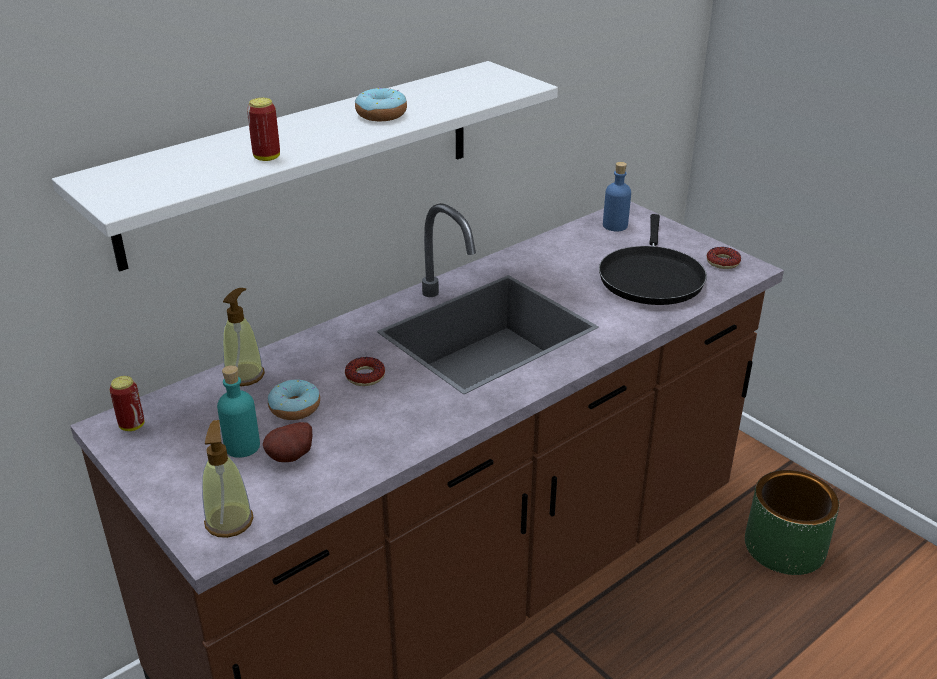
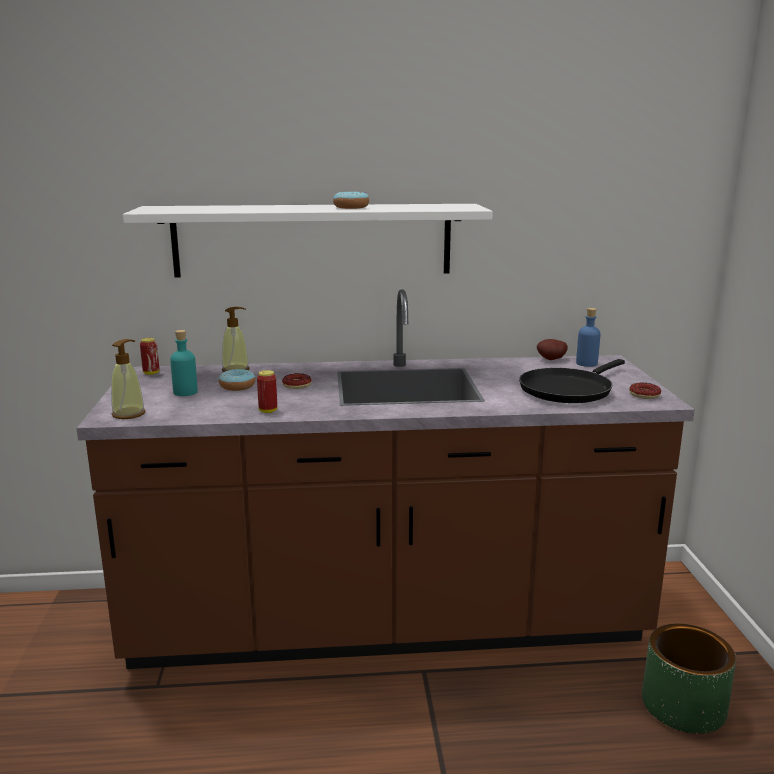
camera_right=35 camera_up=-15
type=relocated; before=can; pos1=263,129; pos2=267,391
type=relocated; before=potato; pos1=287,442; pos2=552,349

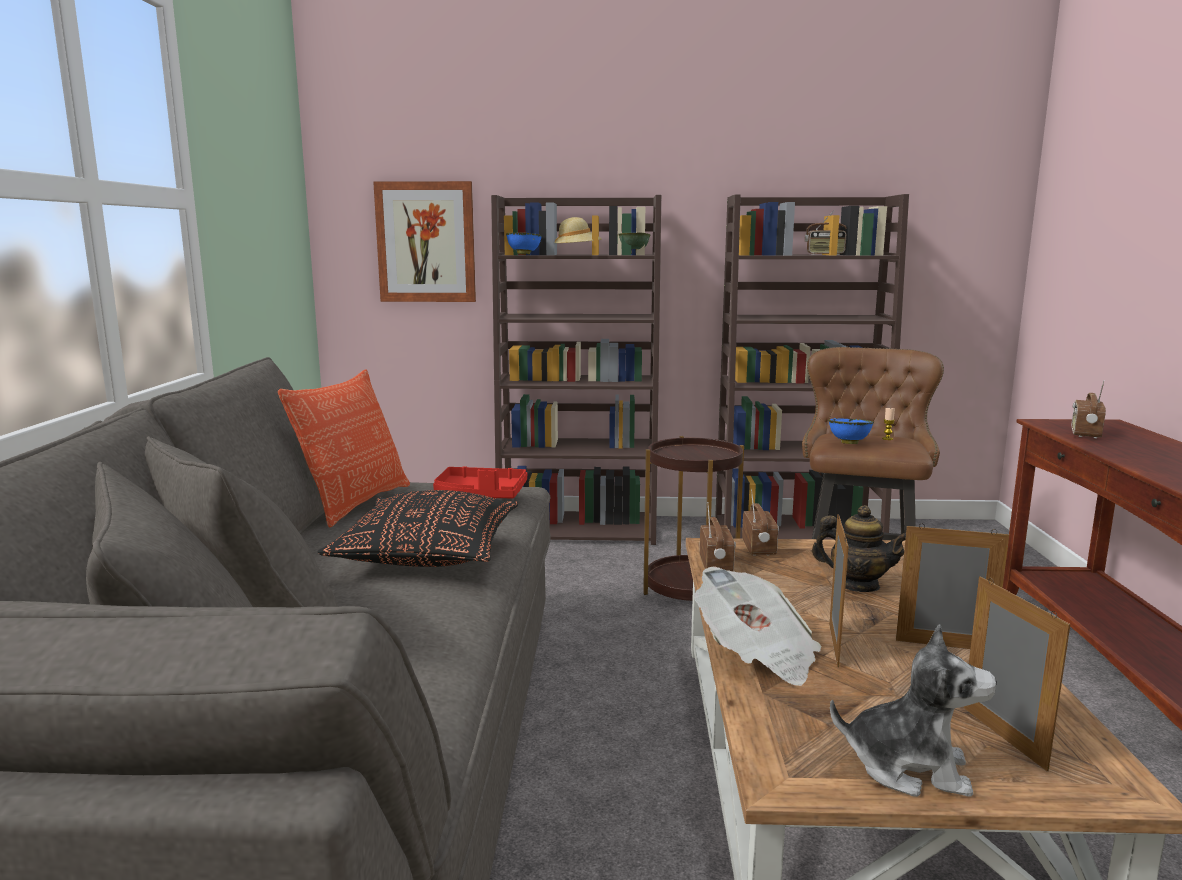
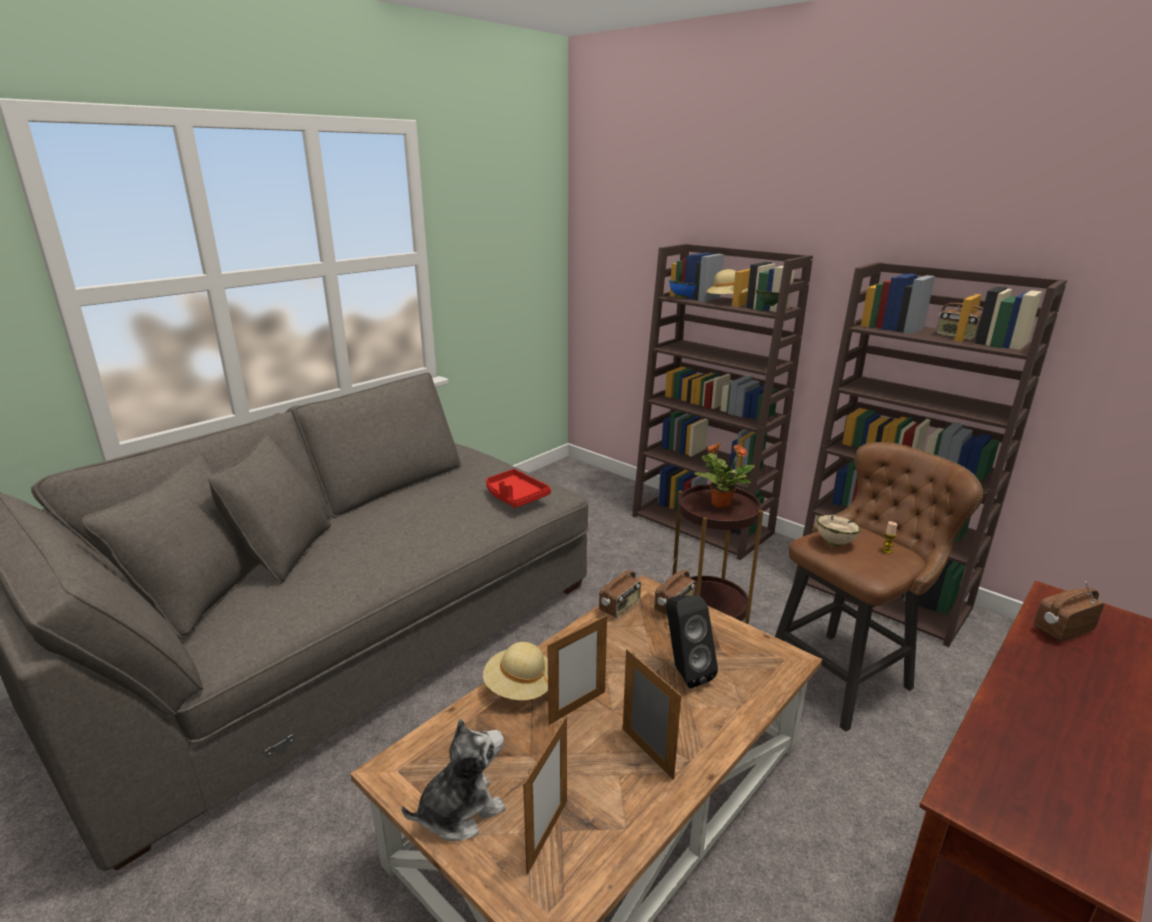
camera_right=40 camera_up=10
type=spun; before=plush toy; pos1=913,710; pos2=454,779; turn=-90
type=exchanged; before=newspaper; after=hat (beige); pos1=758,626; pos2=515,671
type=exchanged; before=teapot; after=speaker (black); pos1=859,548; pos2=692,641
type=appeared; after=potted plant; pos2=724,475
type=colour; before=bowl (blue); after=bowl (beige); pos1=851,431; pos2=839,531
type=missing; before=pillow (orange); pos1=344,448
type=missing; before=pillow (black); pos1=418,528
type=missing; before=picture; pos1=424,241

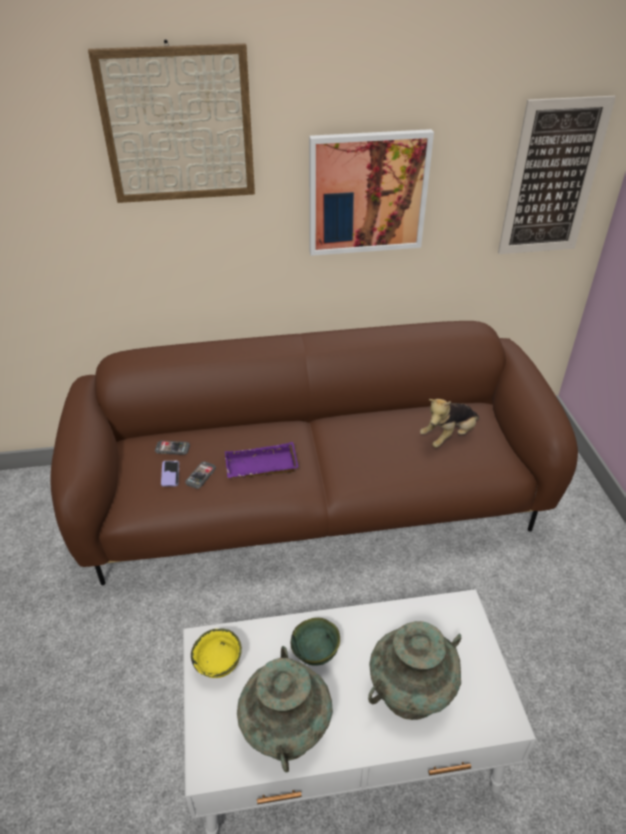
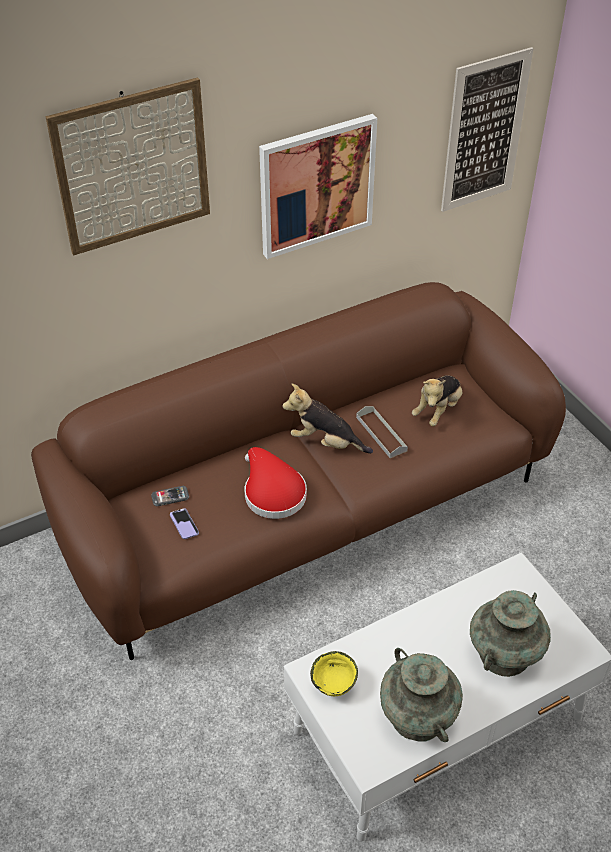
camera_right=-20 camera_up=5
type=exchanged; before=tray (purple); after=hat (red); pos1=262,460; pos2=276,483
type=appeared; after=plush toy; pos2=327,418
type=appeared; after=tray (grey); pos2=382,432
type=missing; before=phone; pos1=200,475
type=missing; before=bowl (green); pos1=315,642

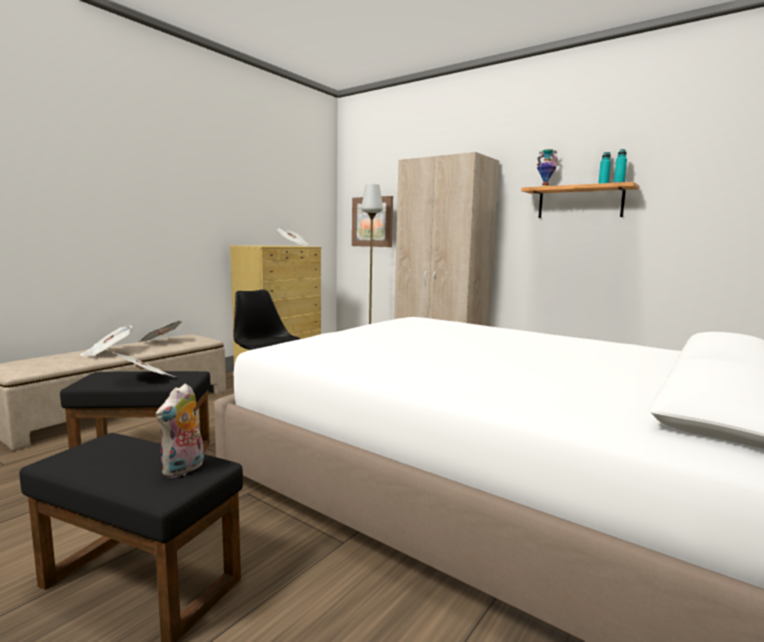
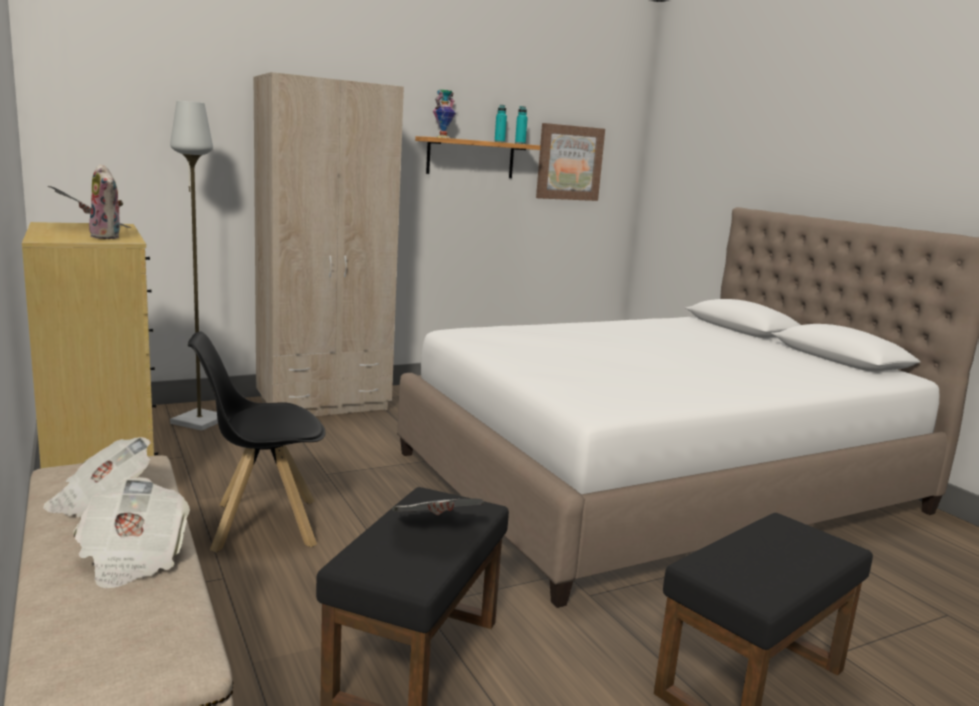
camera_right=-65 camera_up=5
type=relocated; before=plush toy; pos1=180,431; pos2=106,201
type=relocated; before=picture; pos1=372,221; pos2=570,162

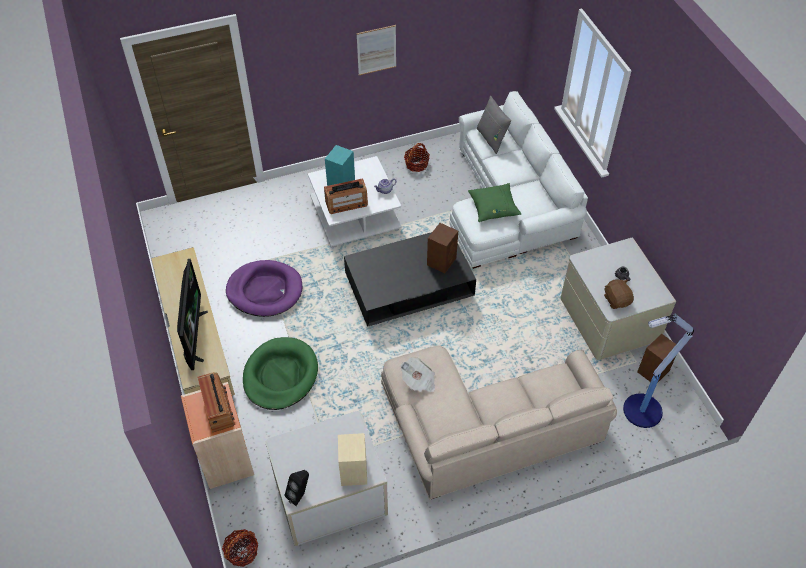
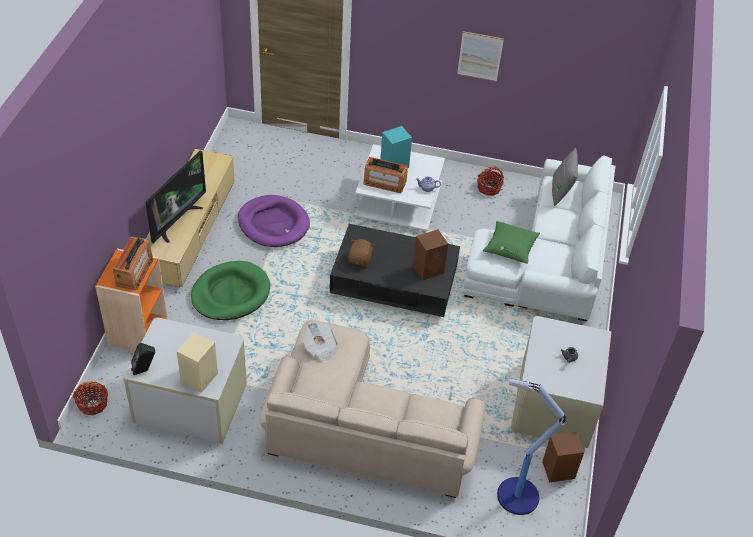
camera_right=30 camera_up=-5
type=relocated; before=plush toy (brown); pos1=619,294; pos2=361,253

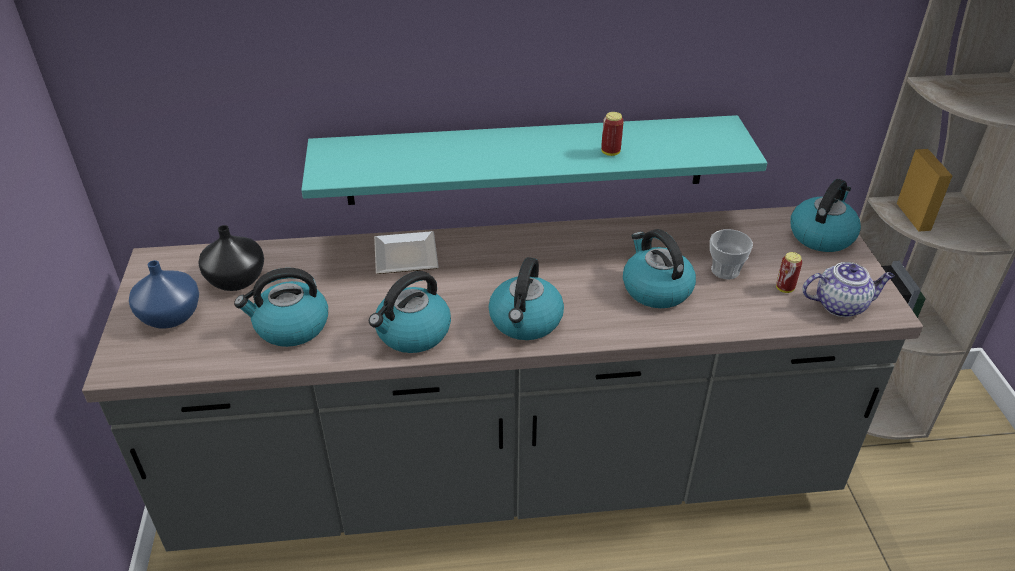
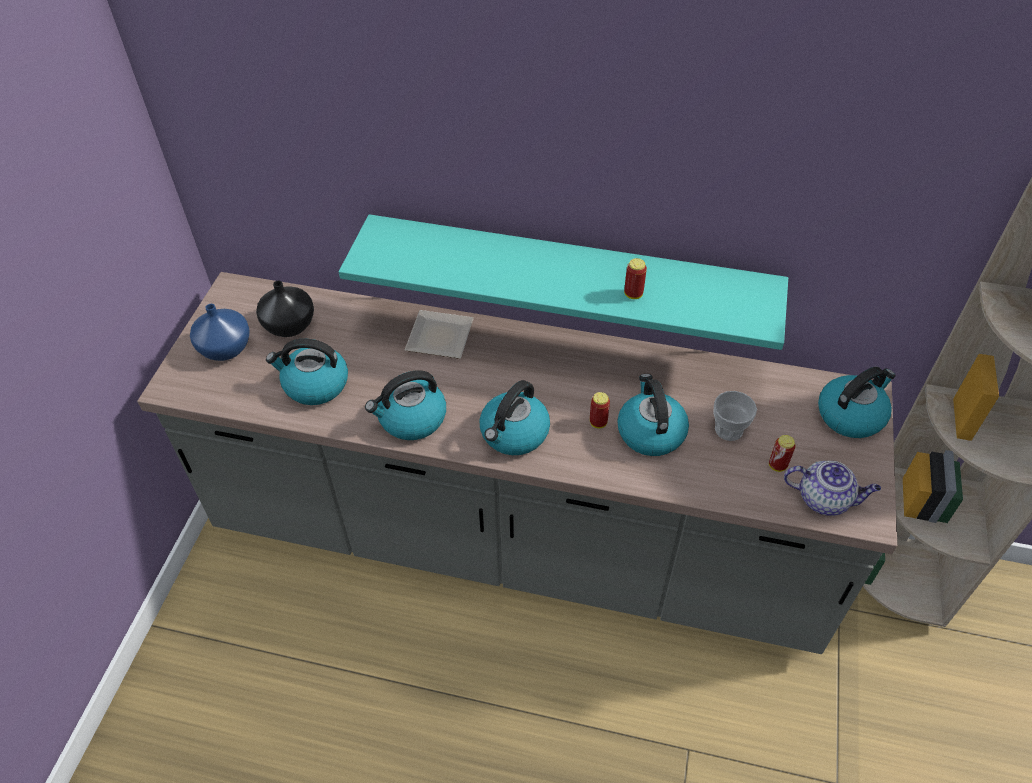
camera_right=20 camera_up=10
type=appeared; after=can; pos2=600,410

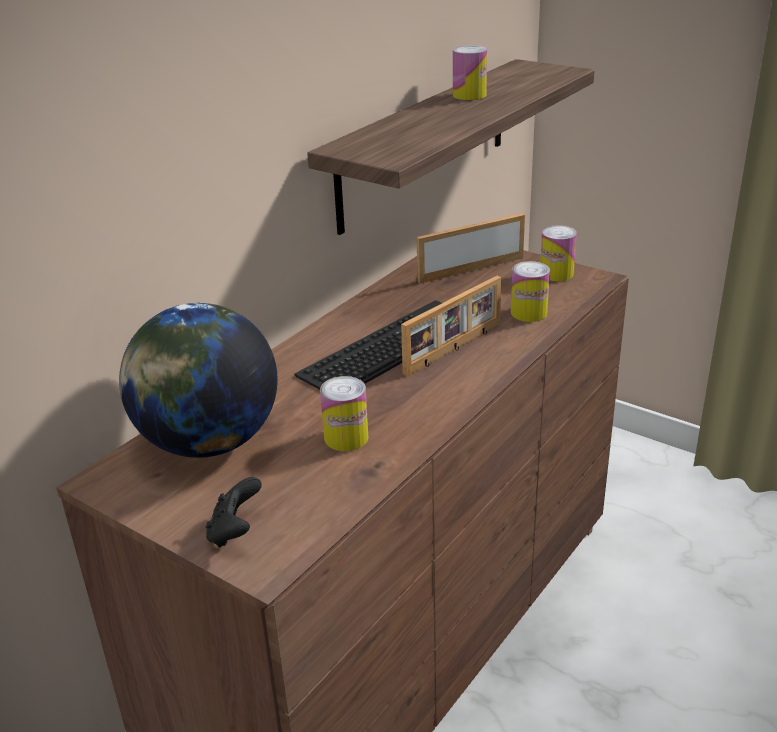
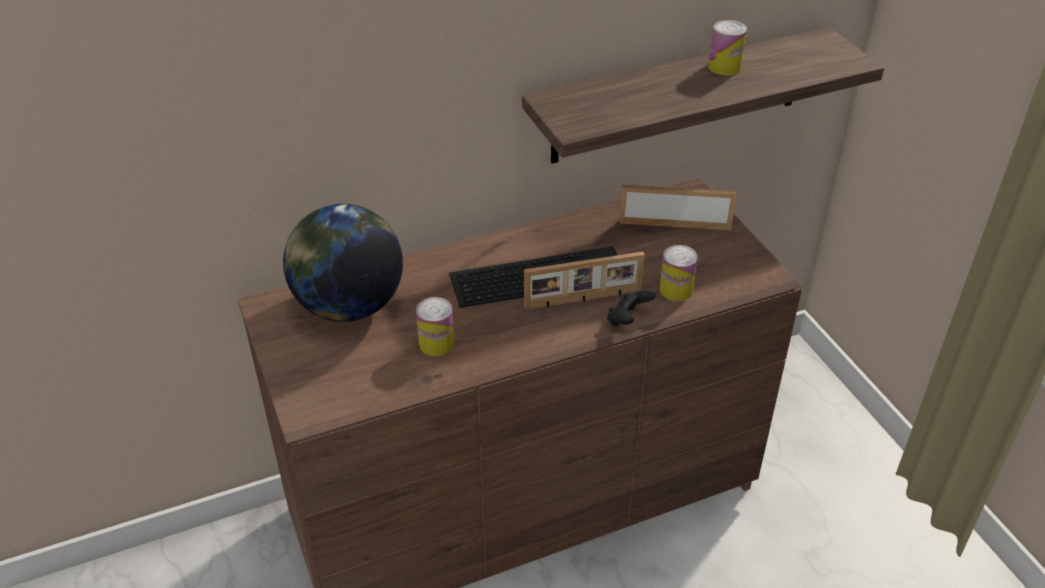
camera_right=30 camera_up=10
type=relocated; before=game controller (black); pos1=234,512; pos2=631,307
type=missing; before=can; pos1=558,253

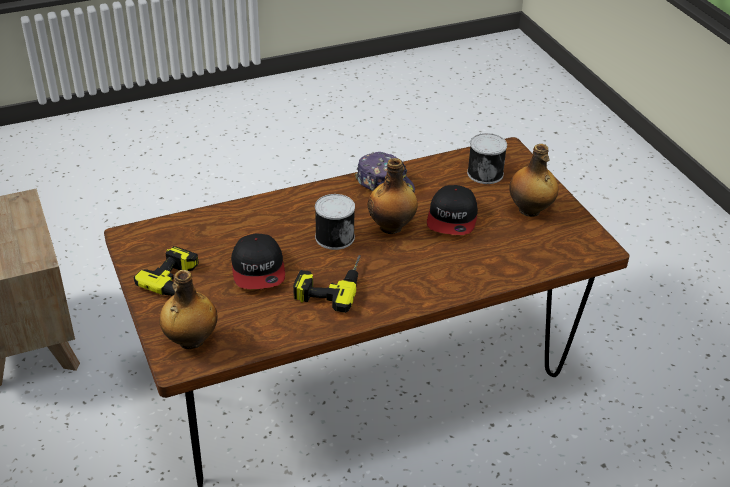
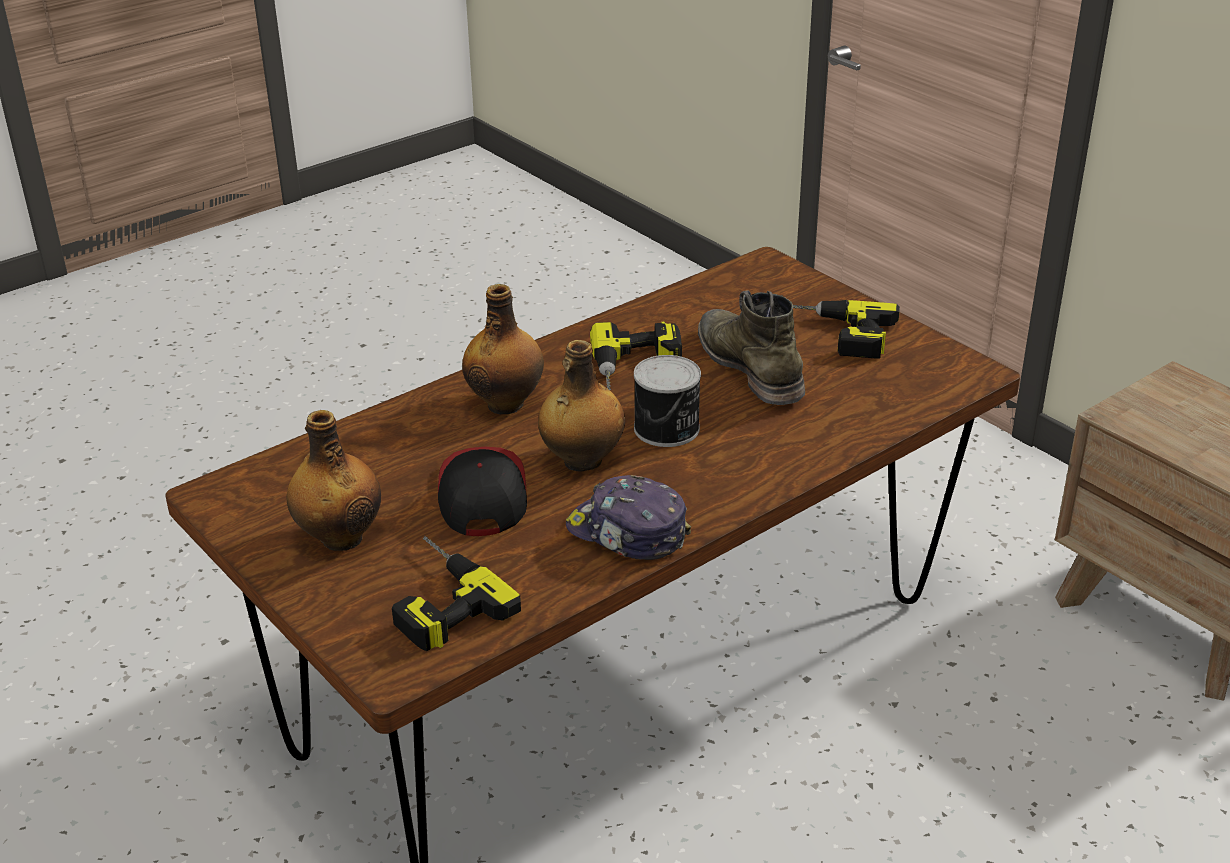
camera_right=165 camera_up=-5
type=exchanged; before=can; after=power drill; pos1=487,158; pos2=456,593
type=relocated; before=bottle; pos1=189,309; pos2=503,349
type=exchanged; before=cap; after=boot (green); pos1=258,261; pos2=751,347

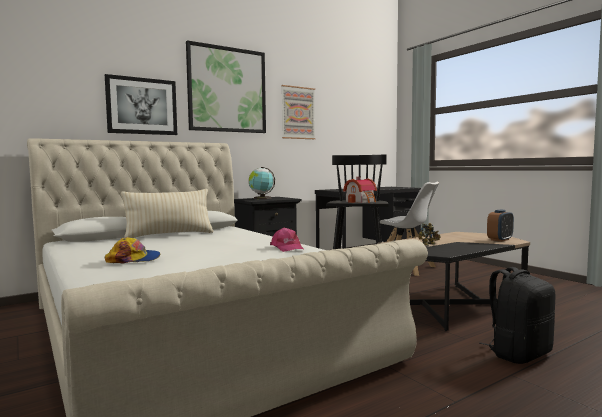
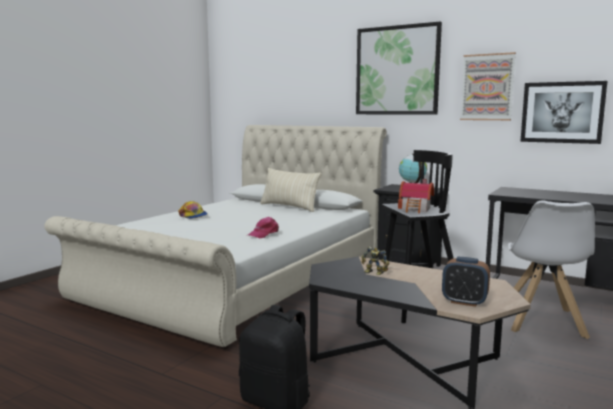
camera_right=65 camera_up=5
type=relocated; before=picture; pos1=141,104; pos2=563,112

